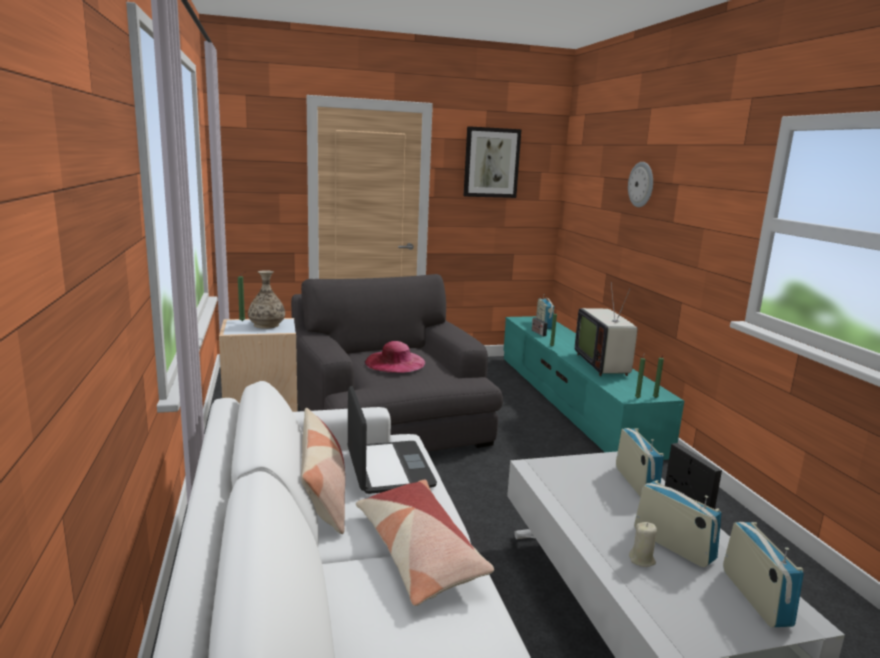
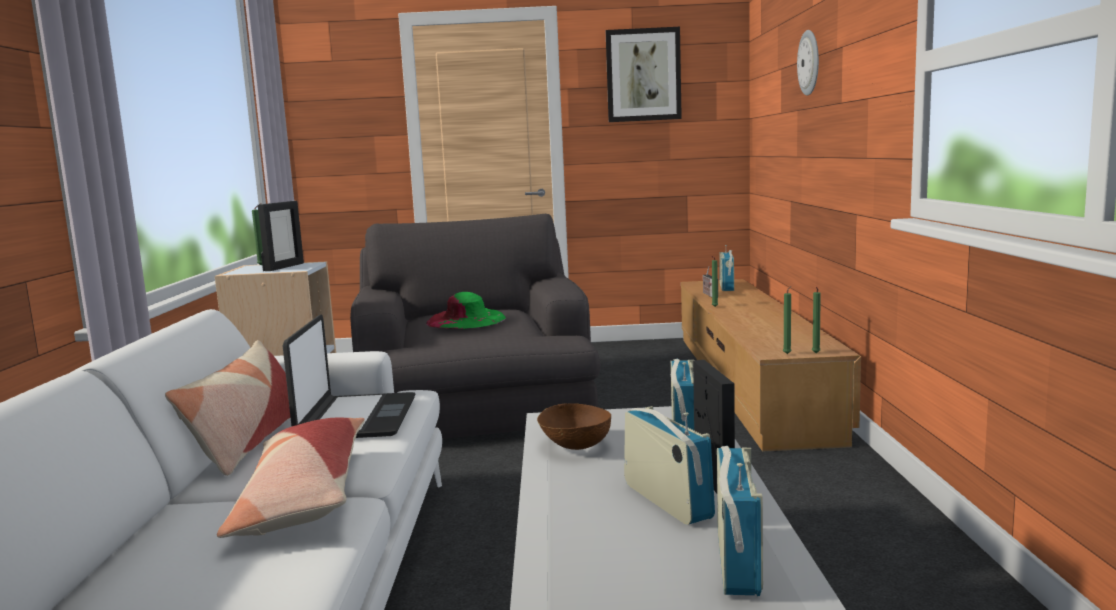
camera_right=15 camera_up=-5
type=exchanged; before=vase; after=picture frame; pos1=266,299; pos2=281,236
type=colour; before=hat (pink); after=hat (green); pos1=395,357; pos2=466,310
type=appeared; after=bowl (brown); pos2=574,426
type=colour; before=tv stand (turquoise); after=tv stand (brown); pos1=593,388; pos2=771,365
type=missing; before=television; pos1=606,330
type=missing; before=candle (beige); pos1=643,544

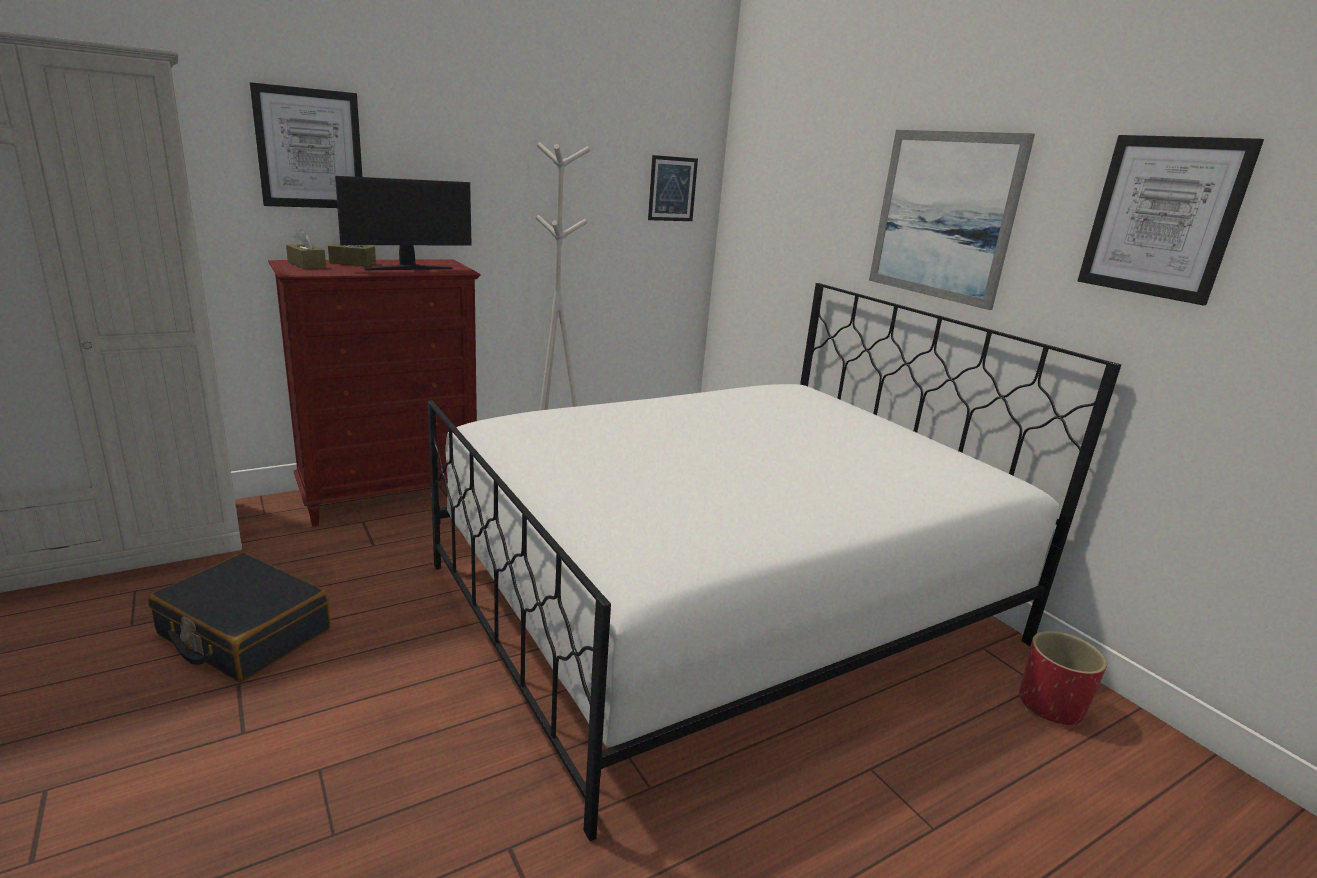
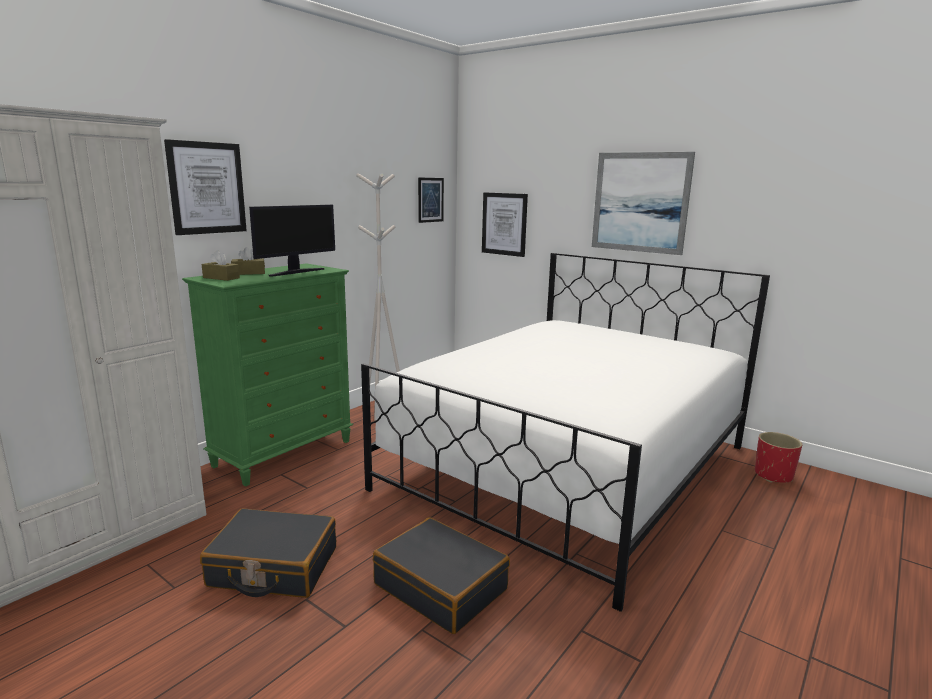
camera_right=-20 camera_up=-5
type=colour; before=dresser (red); after=dresser (green); pos1=374,393; pos2=267,375
type=appeared; after=suitcase (black); pos2=441,575
type=relocated; before=picture; pos1=1170,220; pos2=505,224

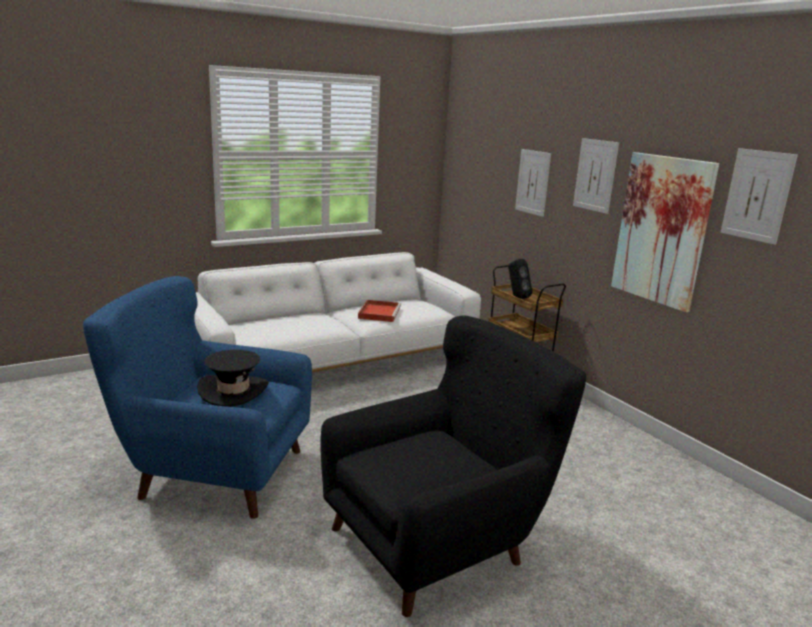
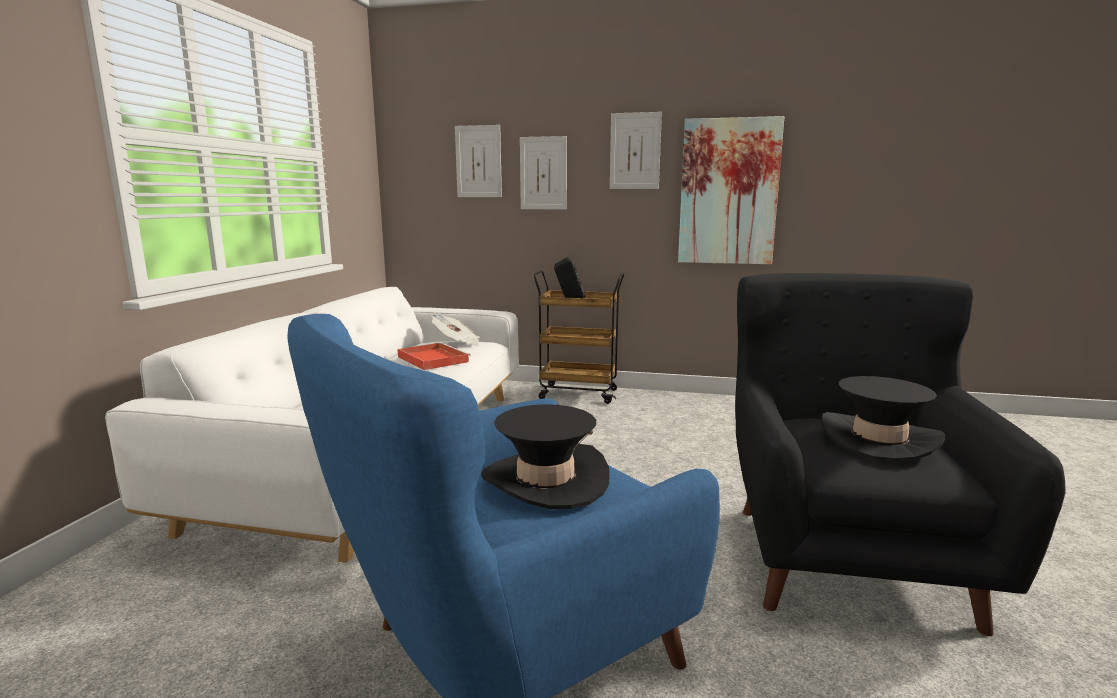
camera_right=-45 camera_up=-5
type=appeared; after=newspaper; pos2=455,330
type=relocated; before=picture; pos1=759,196; pos2=478,161
type=appeared; after=hat (black); pos2=884,418

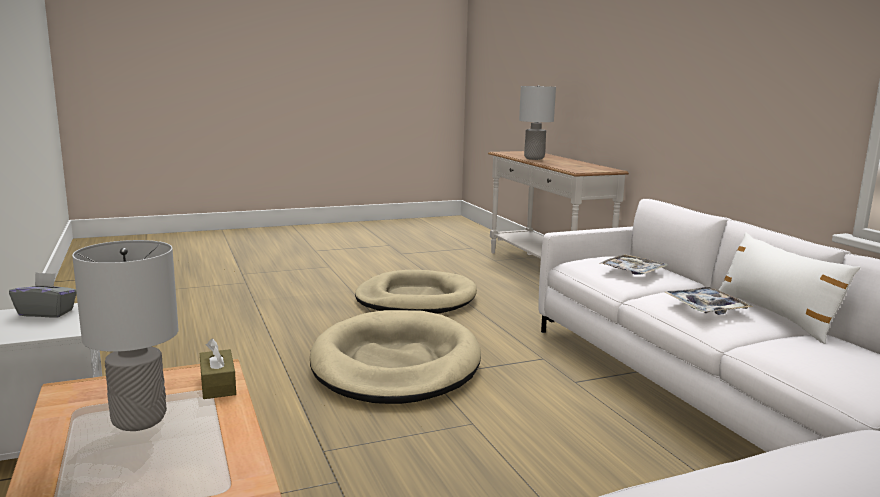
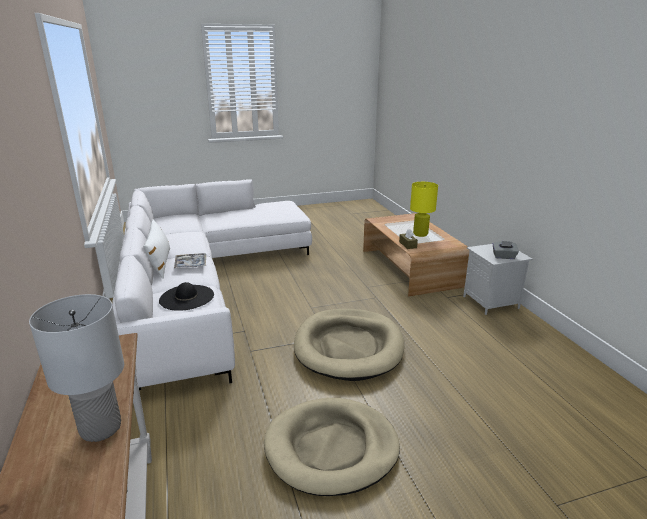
camera_right=-175 camera_up=10
type=exchanged; before=tray; after=hat (black); pos1=633,264; pos2=186,296
type=colour; before=table lamp (grey); after=table lamp (yellow); pos1=125,335; pos2=424,209

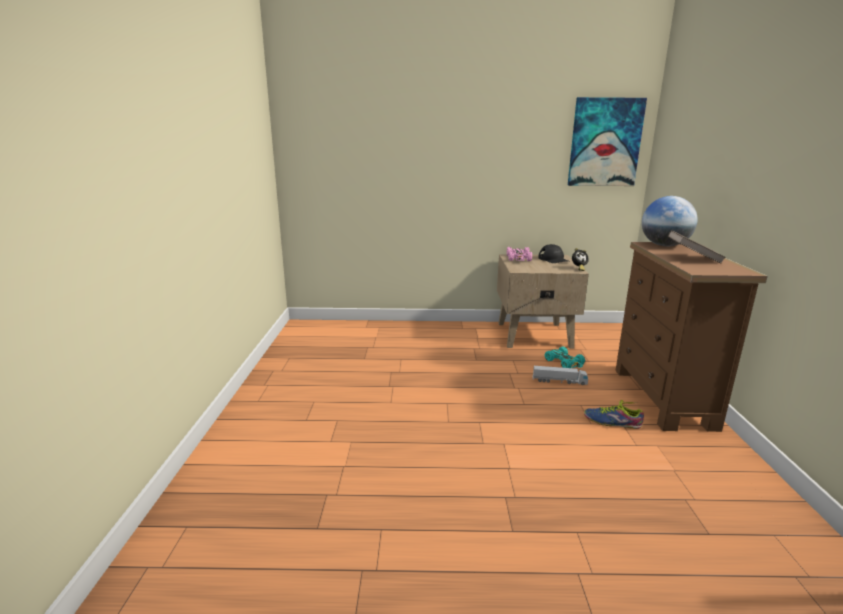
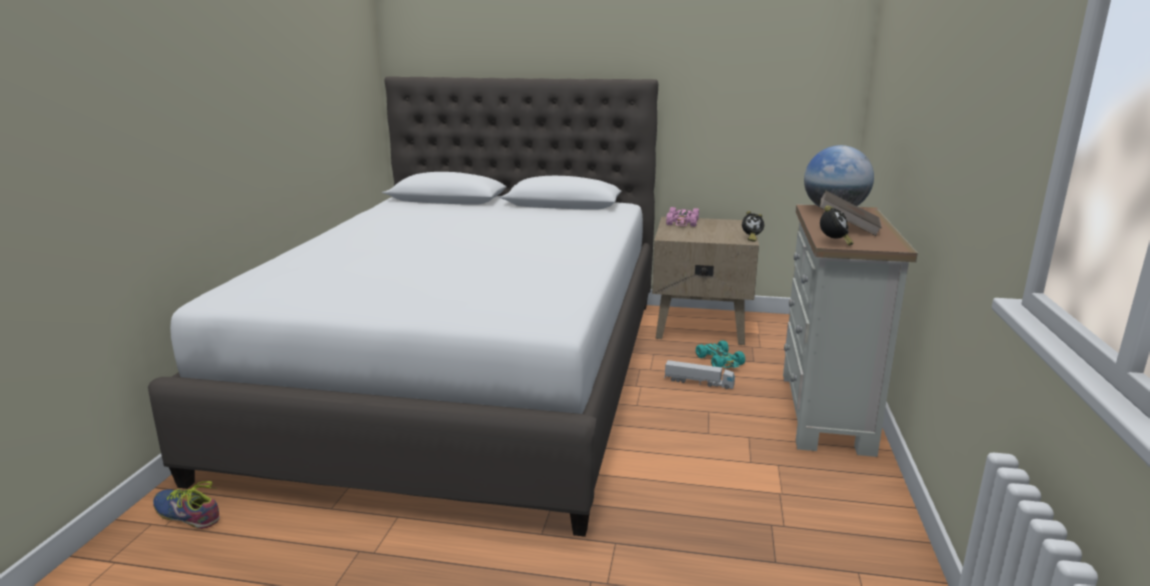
camera_right=10 camera_up=0
type=appeared; after=bed (white); pos2=403,306
type=relocated; before=shoe; pos1=614,414; pos2=186,505
type=colour; before=dresser (brown); after=dresser (white); pos1=691,337; pos2=850,330
type=appeared; after=alarm clock; pos2=837,225
type=missing; before=cap (black); pos1=554,253
type=missing; before=picture; pos1=607,141

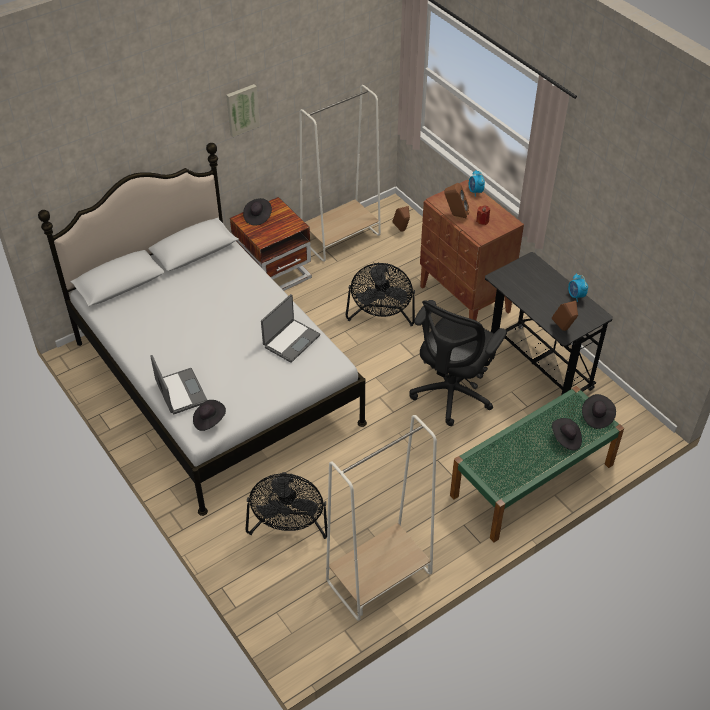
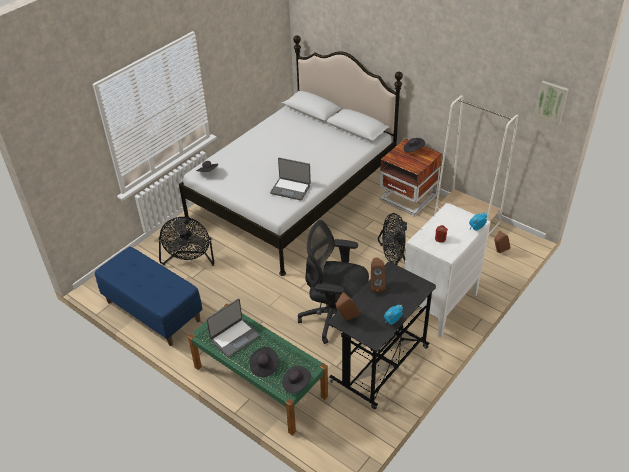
camera_right=75 camera_up=-5
type=exchanged; before=clothes rack; after=bench (blue); pos1=381,518; pos2=149,296
type=spun; before=fan (black); pos1=286,505; pos2=186,241; turn=-75
type=relocated; before=laptop; pos1=178,384; pos2=233,327
type=relocated; before=speaker (brown); pos1=456,200; pos2=378,275
type=colour; before=dresser (brown); after=dresser (white); pos1=472,250; pos2=447,270
type=relocated; before=picture; pos1=243,110; pos2=551,103

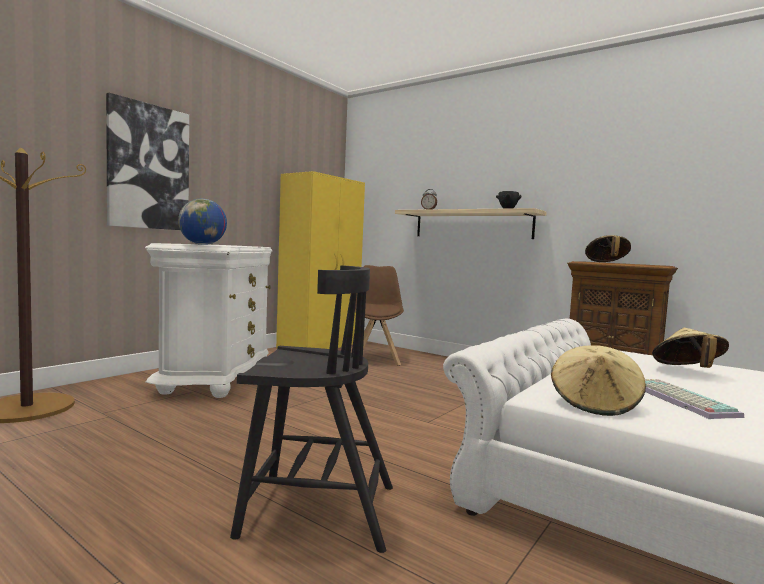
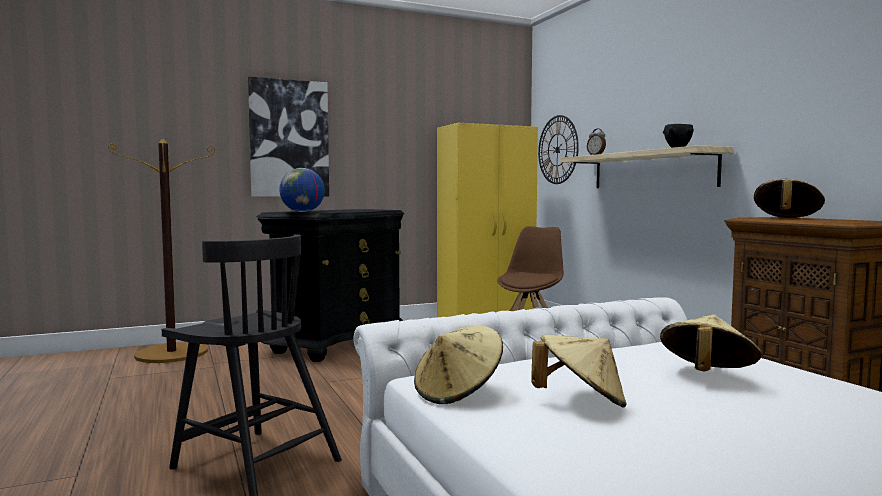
camera_right=30 camera_up=0
type=colour; before=dresser (white); after=dresser (black); pos1=208,320; pos2=330,285
type=exchanged; before=keyboard; after=hat (beige); pos1=695,399; pos2=579,371
type=appeared; after=wall clock; pos2=558,149

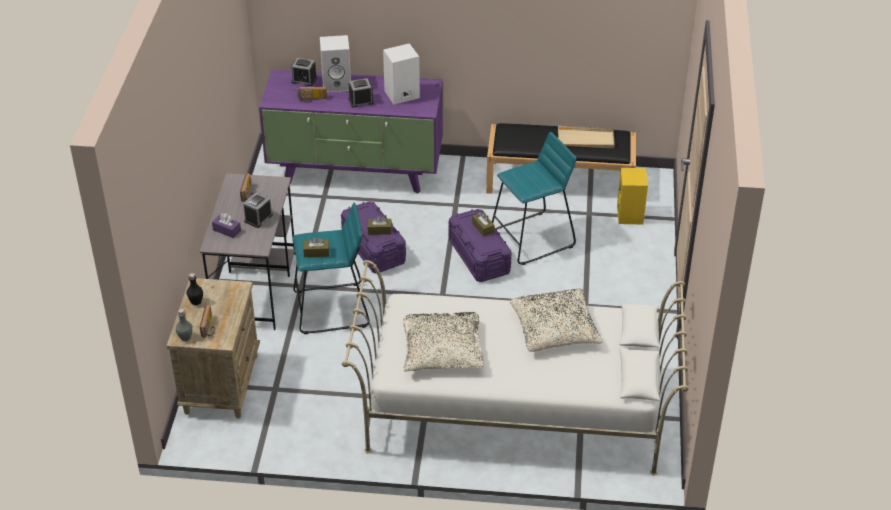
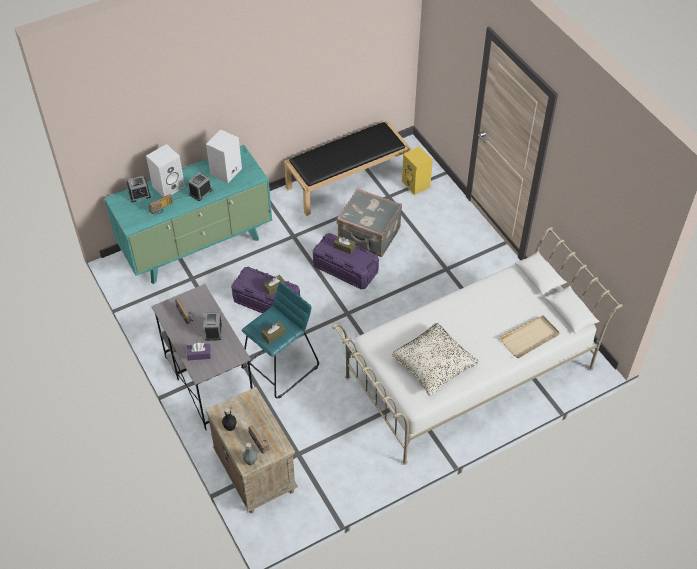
camera_right=-35 camera_up=10
type=colour; before=dresser (purple); after=dresser (turquoise); pos1=351,131; pos2=188,214
type=exchanged; before=stool (turquoise); after=suitcase (grey); pos1=534,198; pos2=369,222
type=relocated; before=tray (beige); pos1=586,137; pos2=530,336
type=missing; before=pillow (beige); pos1=556,320

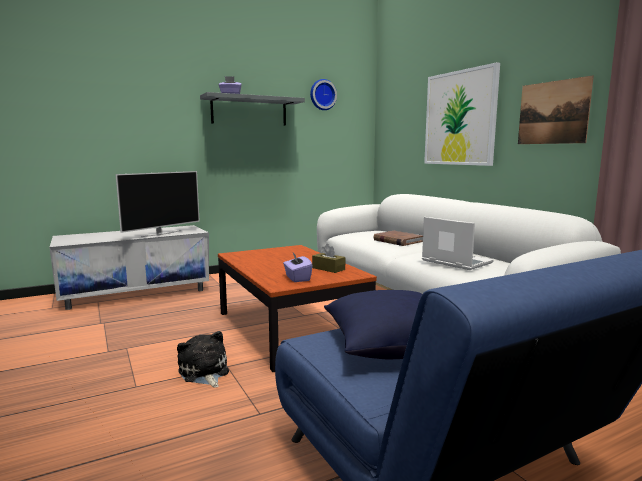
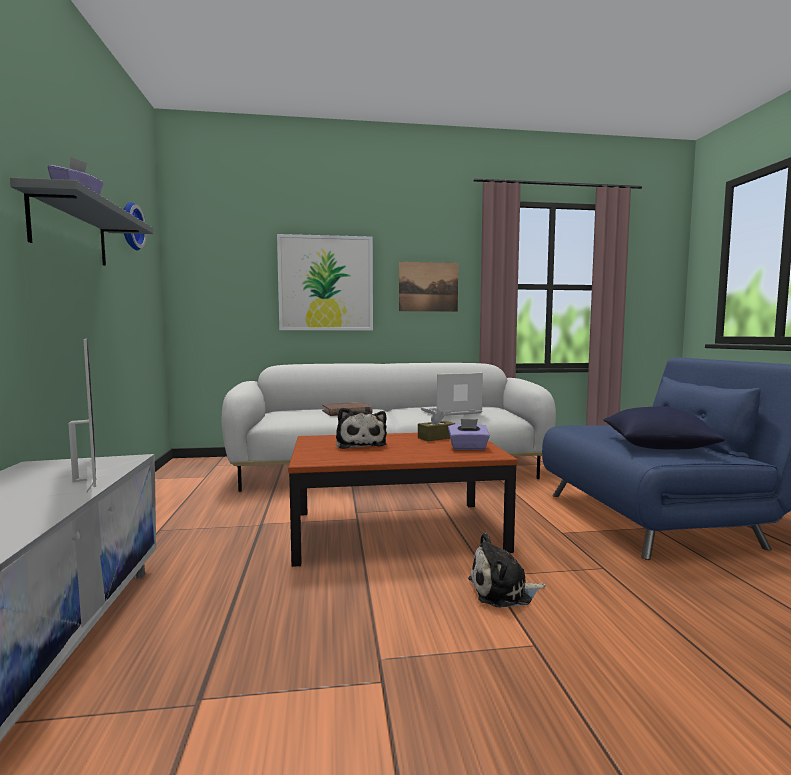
camera_right=-70 camera_up=-5
type=appeared; after=plush toy; pos2=361,428

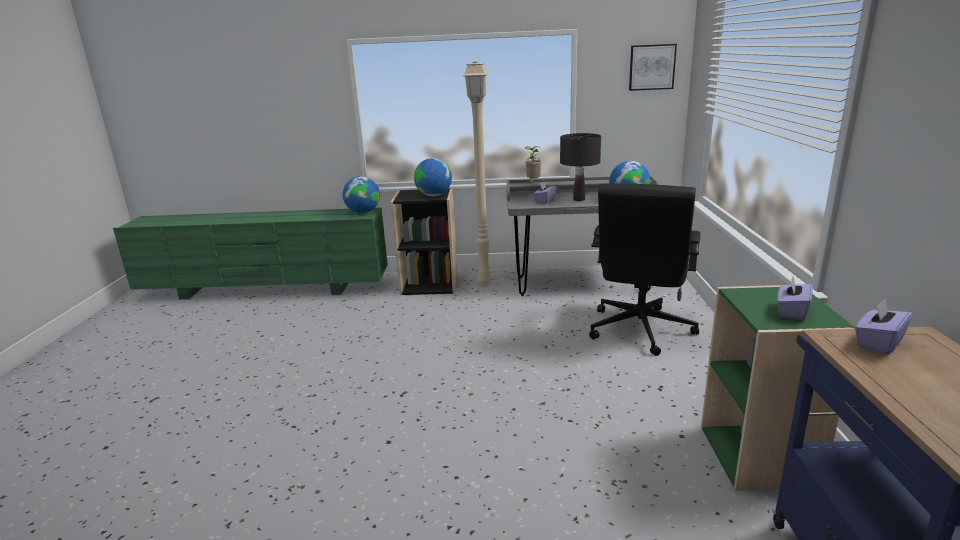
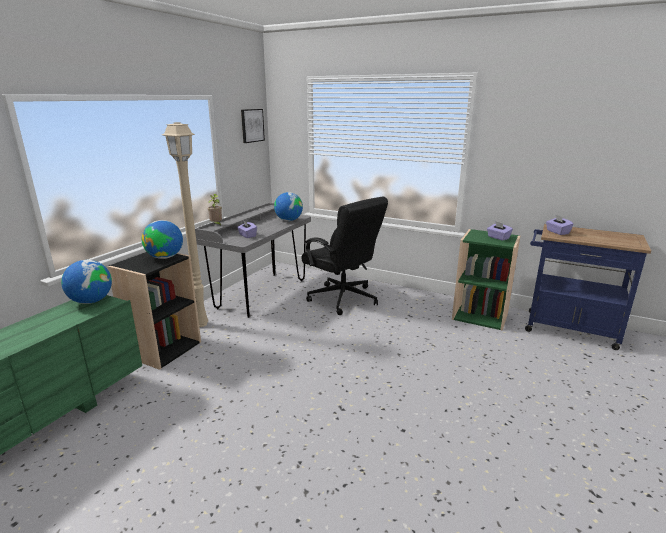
camera_right=-65 camera_up=0
type=missing; before=table lamp (black); pos1=580,167

